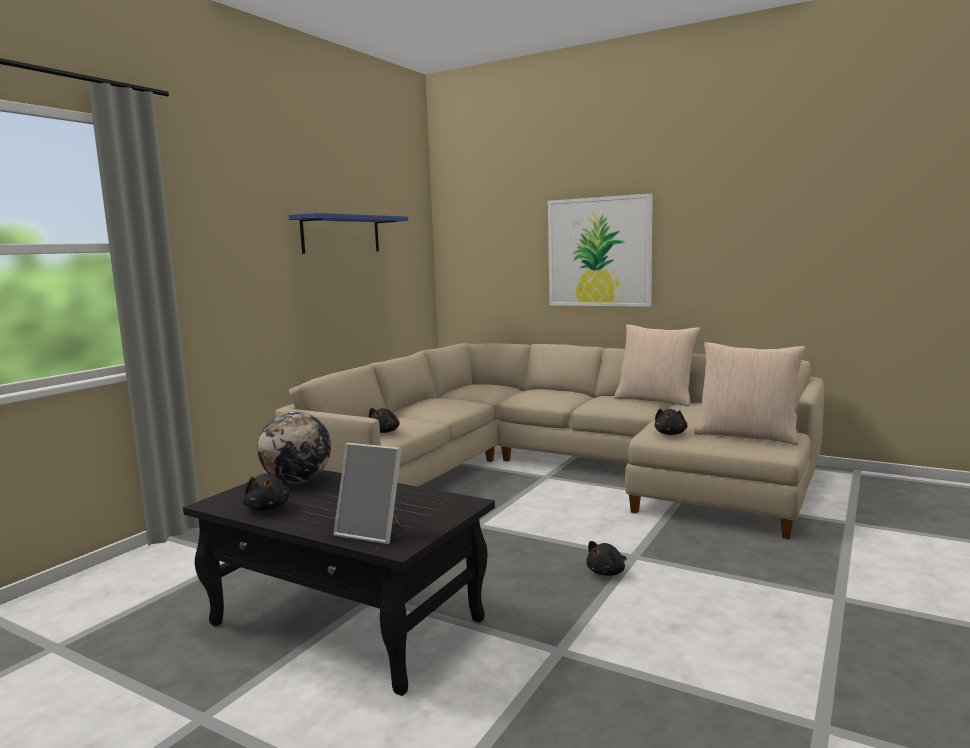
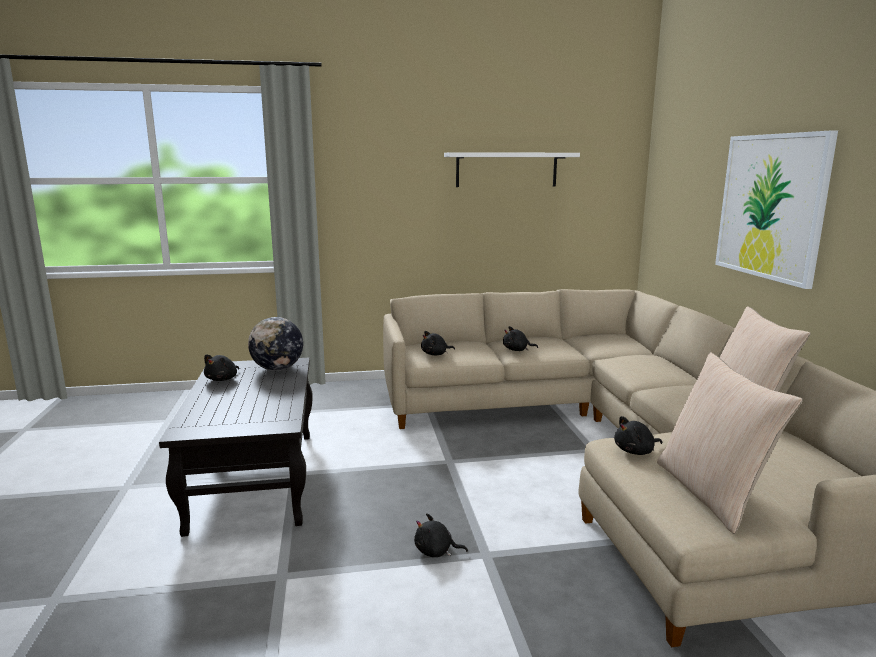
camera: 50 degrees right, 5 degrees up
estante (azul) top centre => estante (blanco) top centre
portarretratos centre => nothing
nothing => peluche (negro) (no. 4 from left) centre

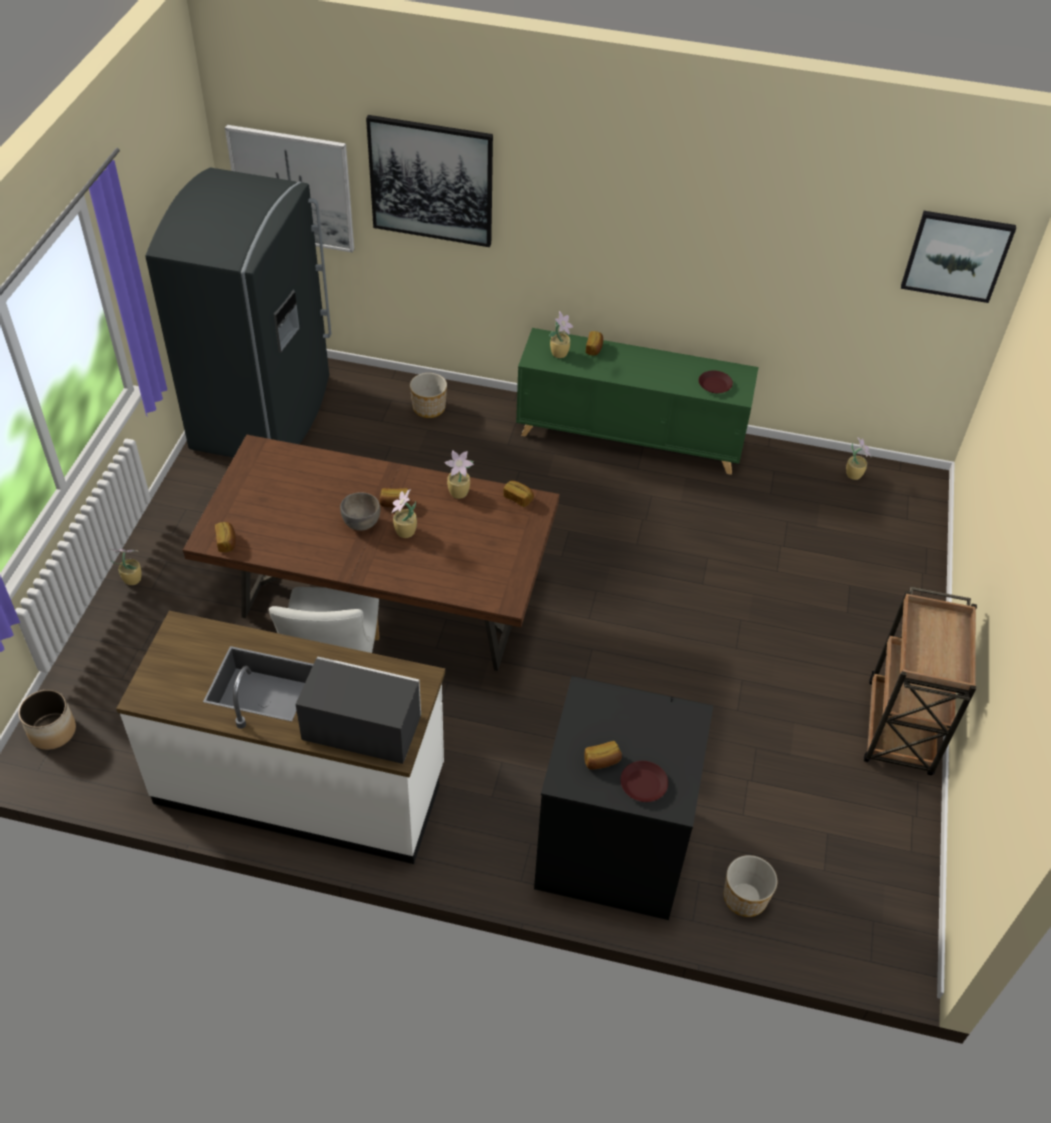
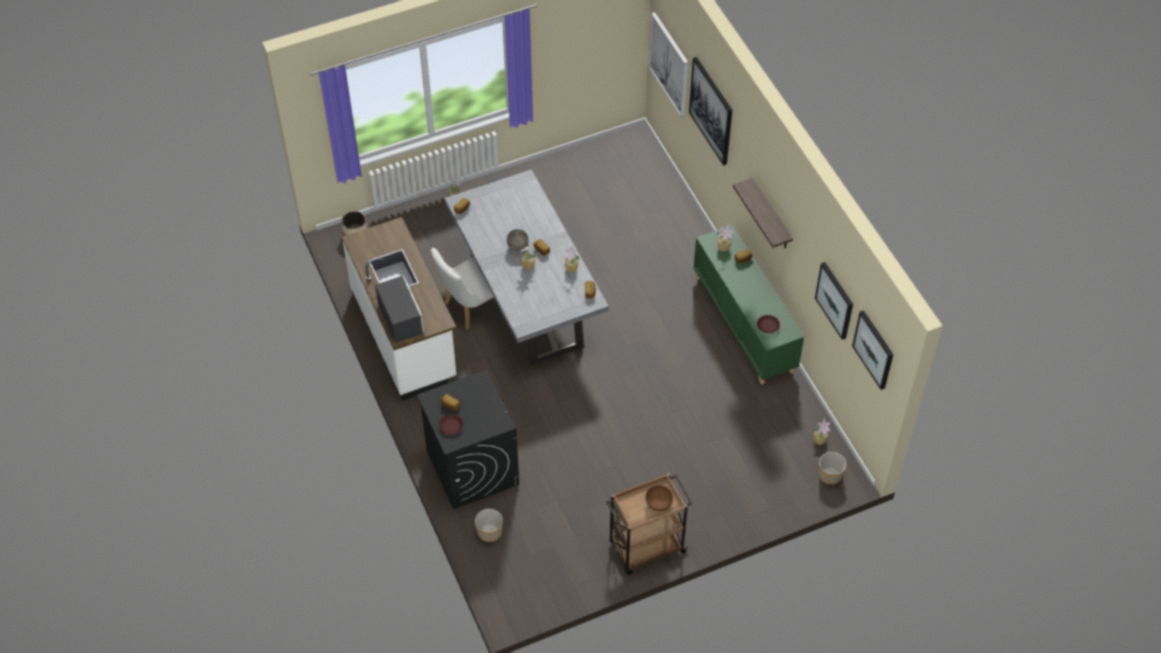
camera: 55 degrees right, 5 degrees up
nevera (gris) top left => nothing
mesa de comedor (marrón) centre => mesa de comedor (gris) centre
maceta (no. 2 from left in the first image) centre => maceta (no. 3 from left) bottom right, relocated
nothing => cuenco (marrón) bottom centre
nothing => estante top centre
nothing => cuadro (no. 3 from left) middle right

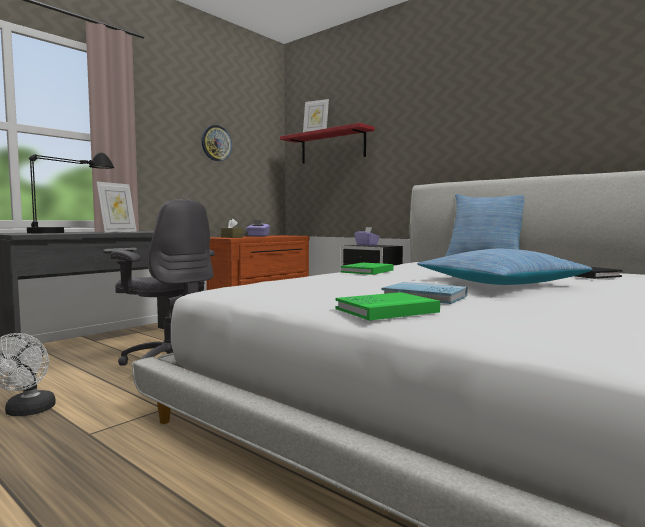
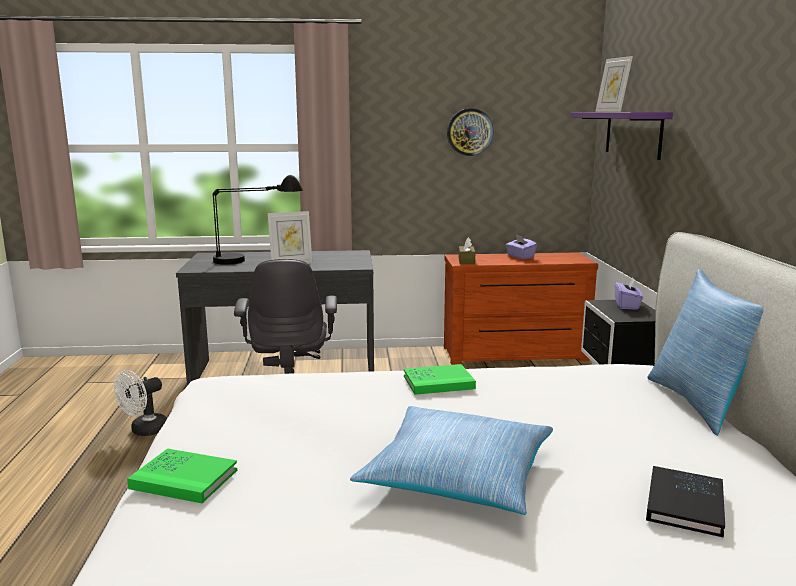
camera: 45 degrees right, 10 degrees up
estante (rojo) top centre => estante (morado) top right
libro (azul) centre => nothing

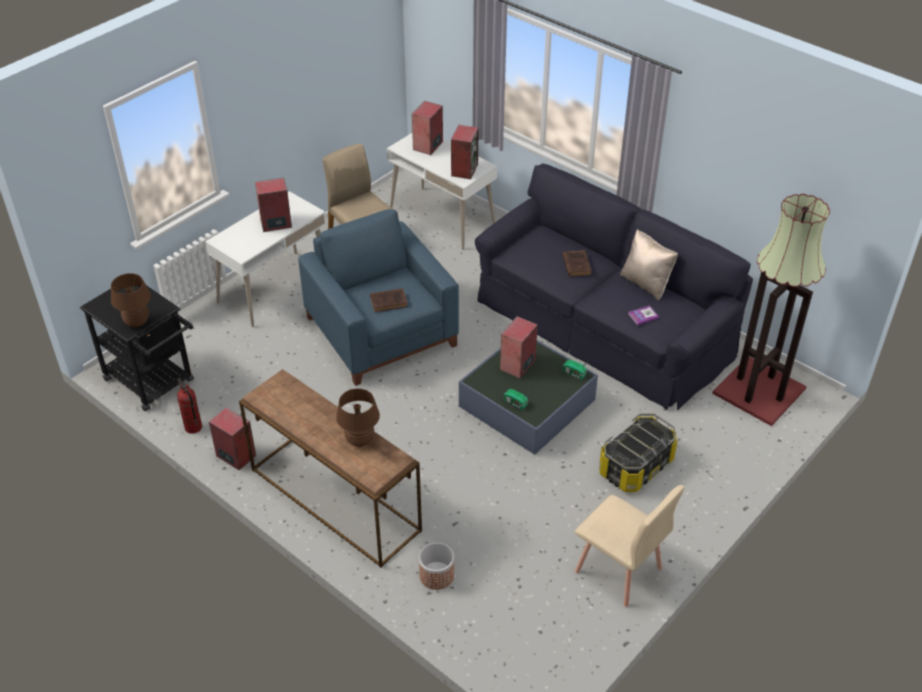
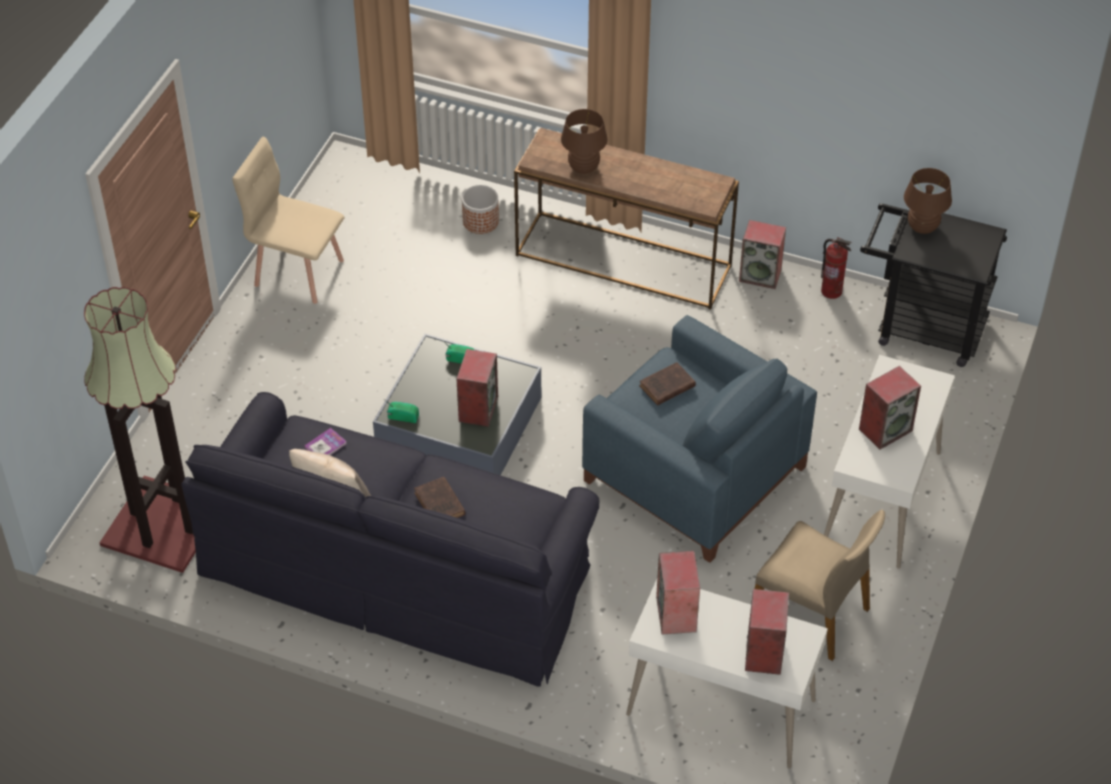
camera: 160 degrees right, 5 degrees up
caja de almacenaje middle right => nothing

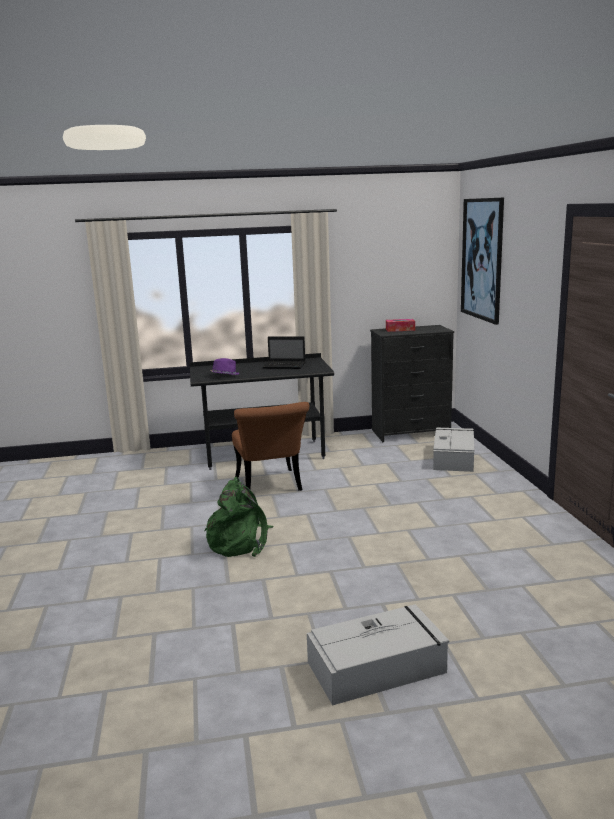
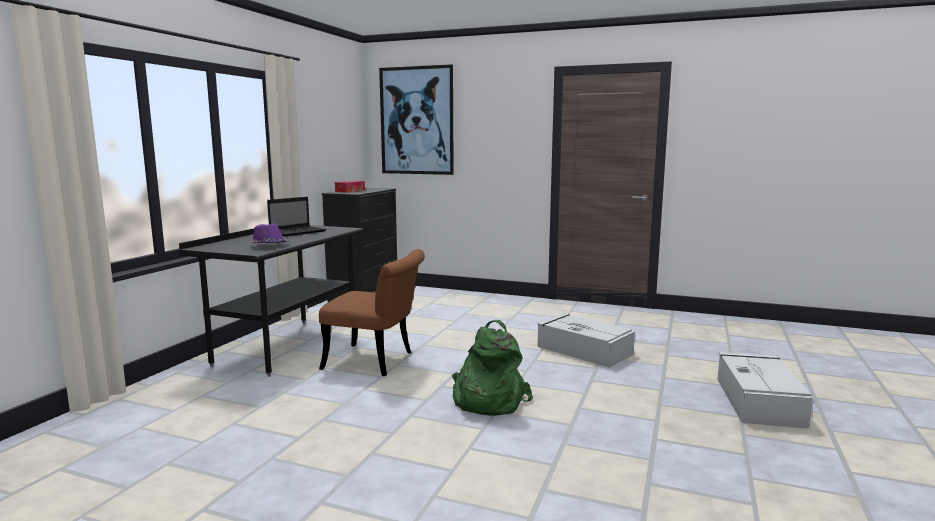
camera: 60 degrees left, 5 degrees down
caja de almacenaje (gris) (no. 2 from left in the first image) middle right => caja de almacenaje (gris) (no. 1 from left) centre, relocated

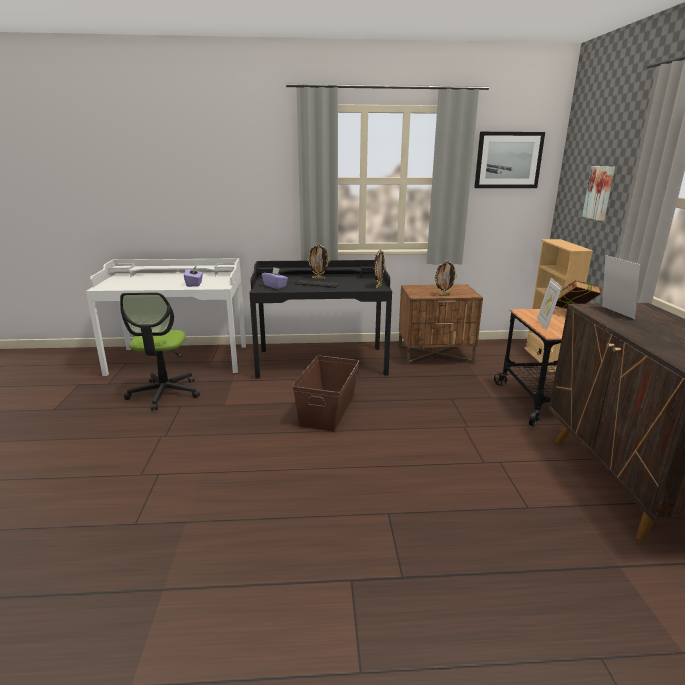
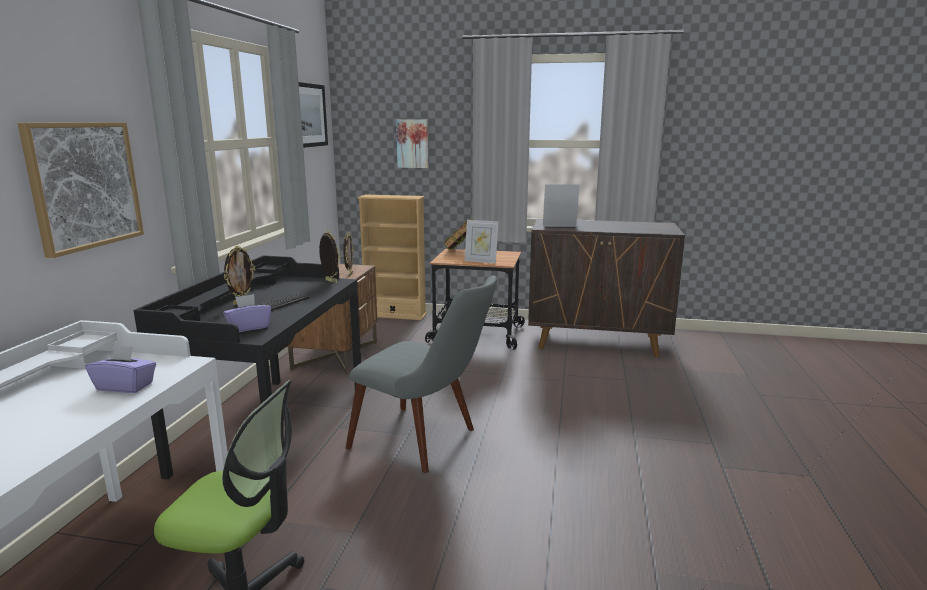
camera: 75 degrees left, 5 degrees down
caja de almacenaje (marrón) centre => silla (gris) centre
nothing => cuadro (no. 1 from left) top left

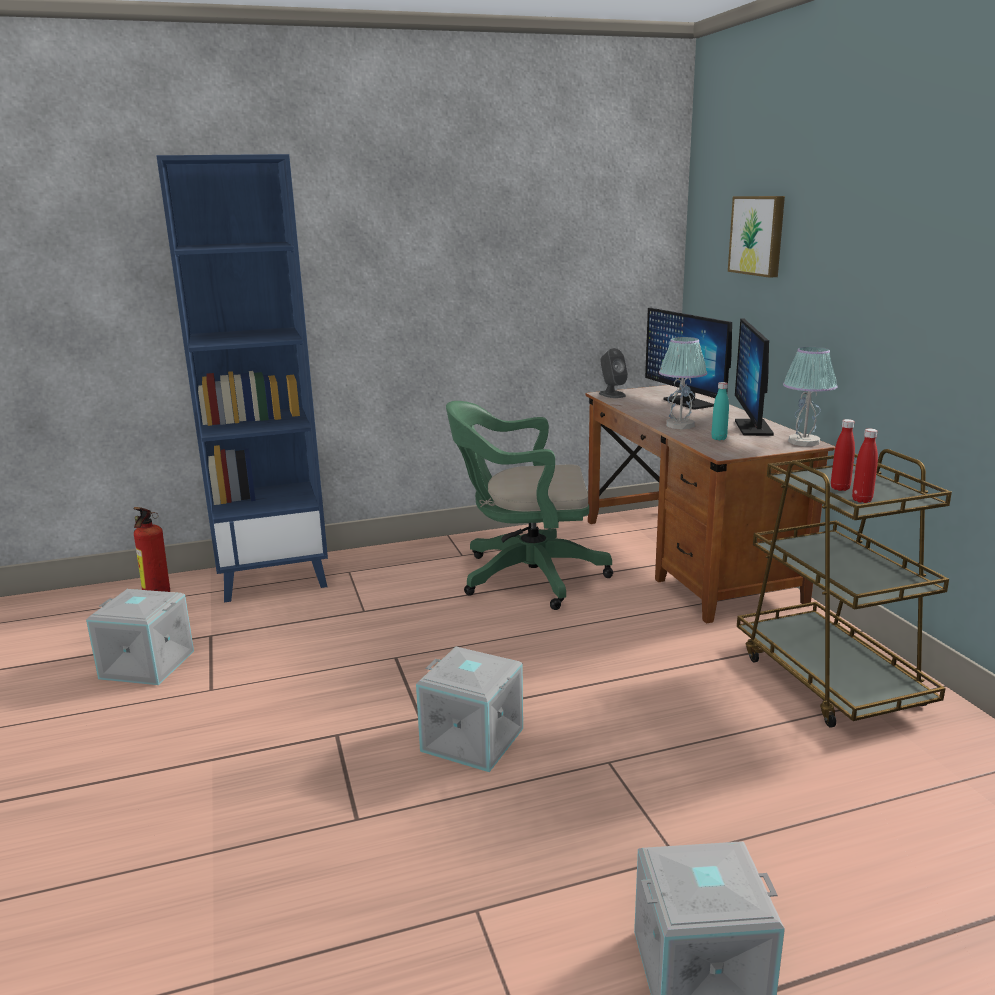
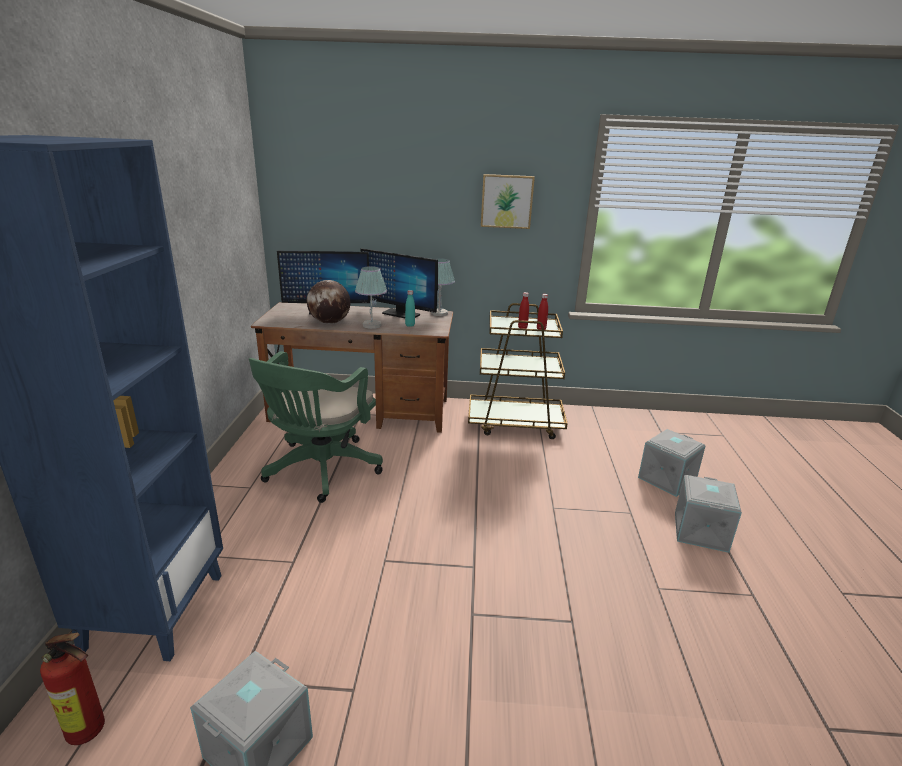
camera: 70 degrees left, 5 degrees up
caja de almacenaje (gris) (no. 2 from left) bottom centre => caja de almacenaje (gris) (no. 2 from left) middle right, relocated
altavoz (gris) centre => nothing
cuadro top right => cuadro top centre, relocated
nothing => globo terráqueo centre

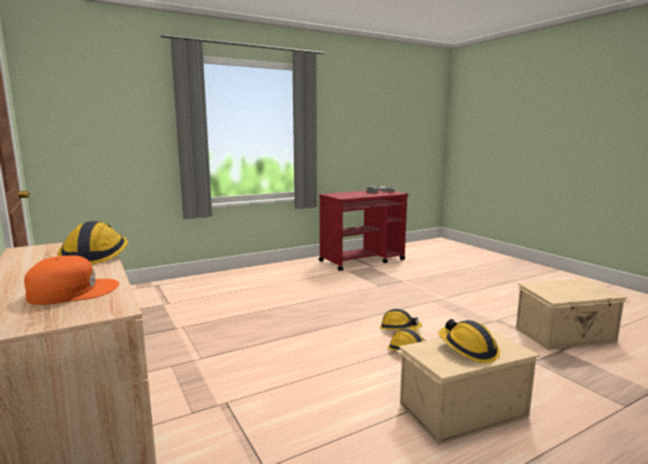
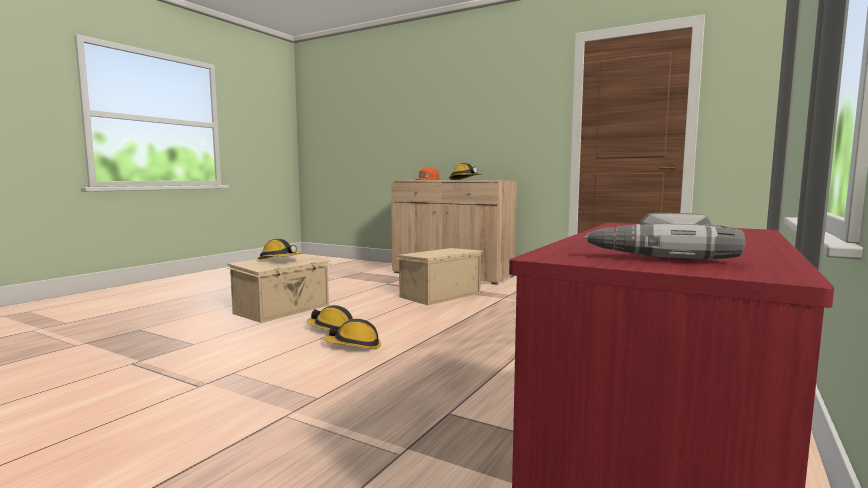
camera: 150 degrees right, 5 degrees down
caja de almacenaje (beis) (no. 2 from left) bottom right => caja de almacenaje (beis) (no. 2 from left) centre, relocated

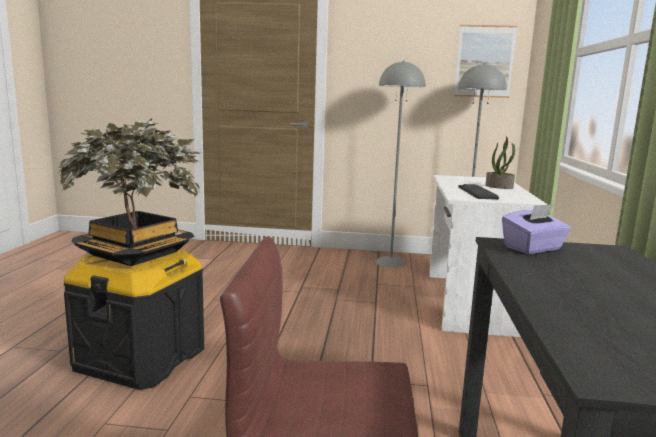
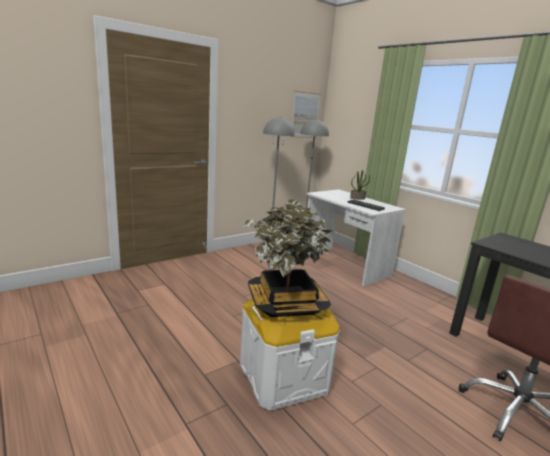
camera: 45 degrees left, 5 degrees up
caja de almacenaje (negro) bottom left => caja de almacenaje (blanco) bottom centre
caja de pañuelos (morado) middle right => nothing

